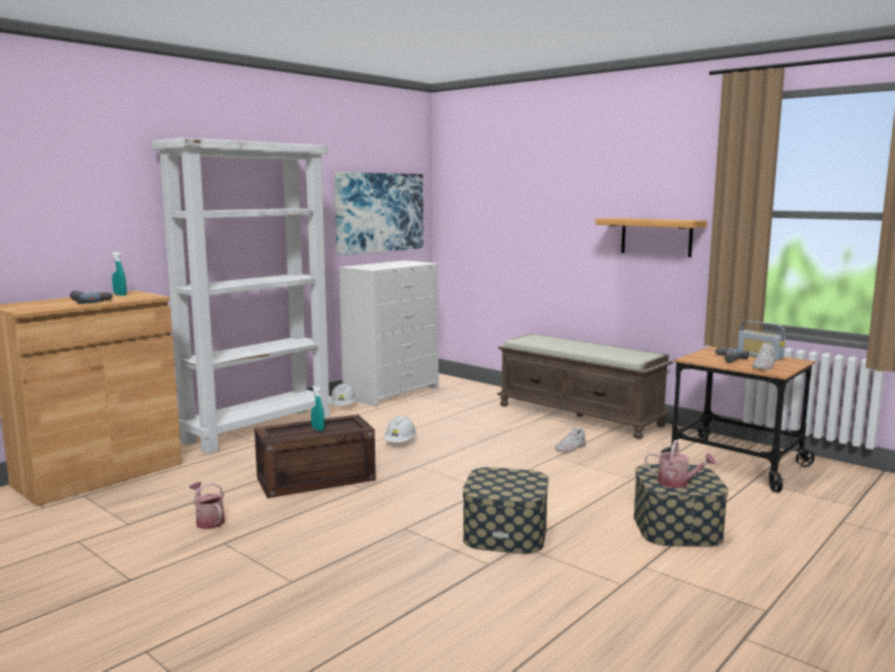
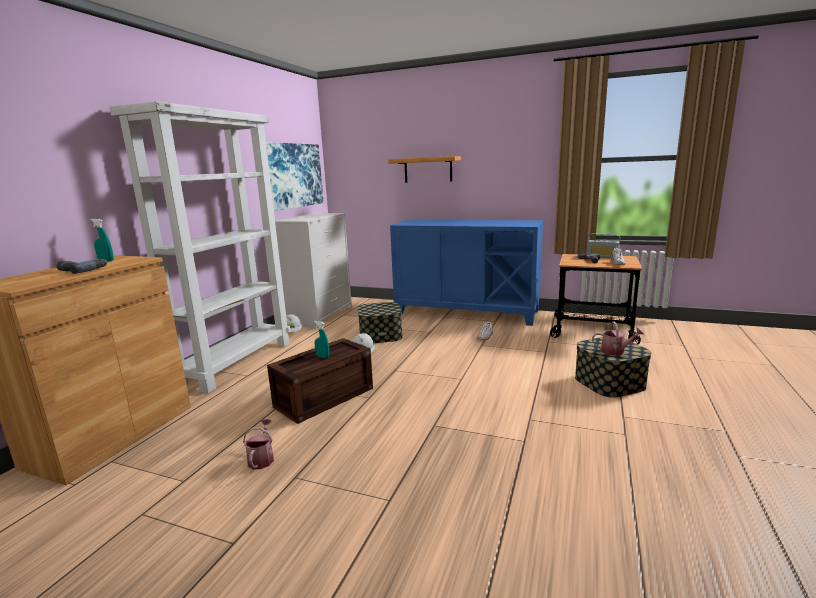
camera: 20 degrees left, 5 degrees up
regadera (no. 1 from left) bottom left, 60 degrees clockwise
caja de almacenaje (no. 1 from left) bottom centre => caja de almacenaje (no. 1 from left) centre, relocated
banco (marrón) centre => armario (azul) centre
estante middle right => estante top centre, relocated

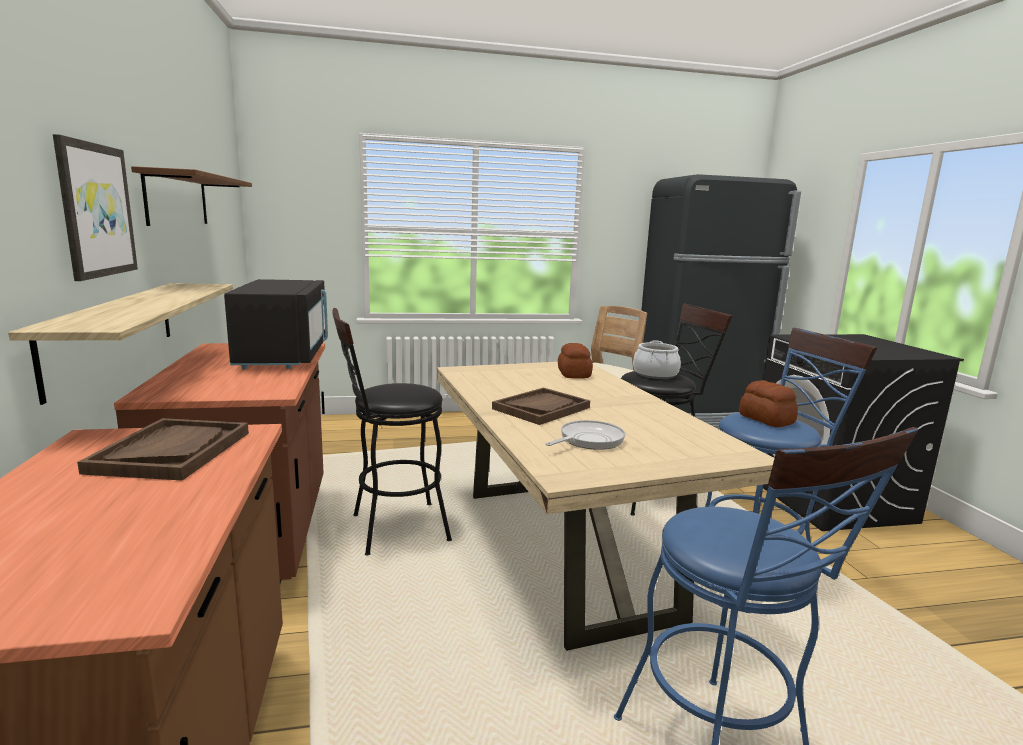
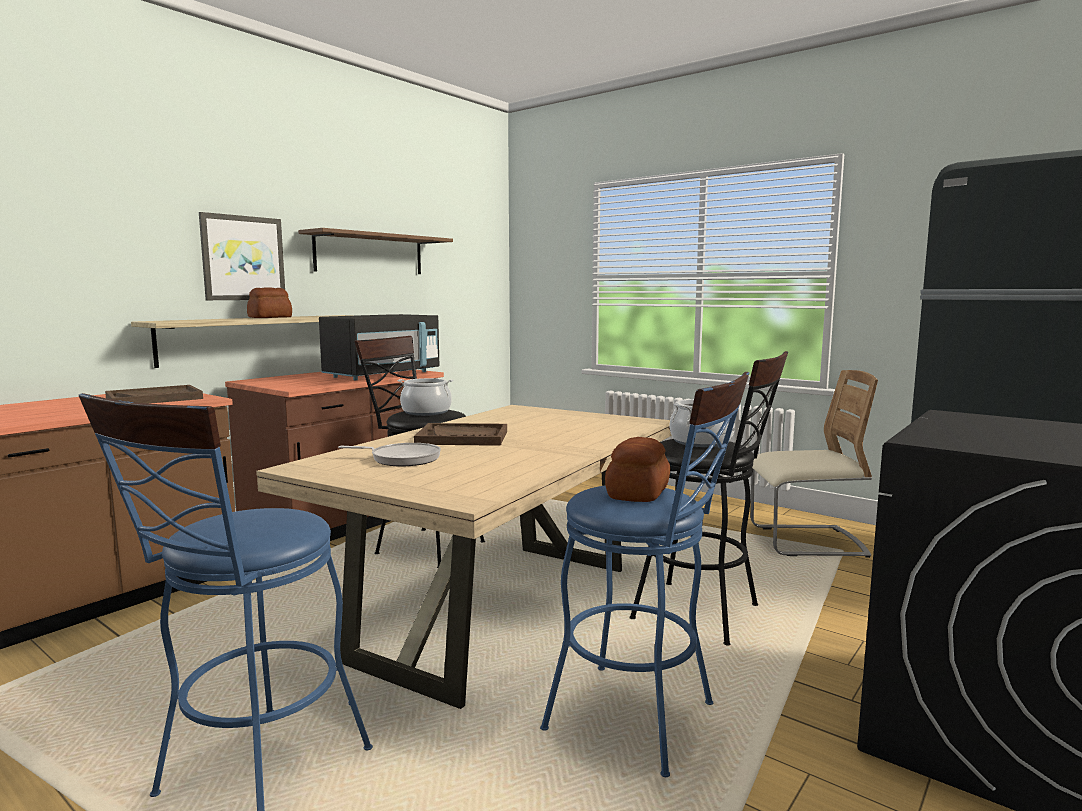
camera: 50 degrees right, 5 degrees down
pan (no. 1 from left) centre => pan (no. 1 from left) middle left, relocated
nothing => olla (no. 1 from left) centre

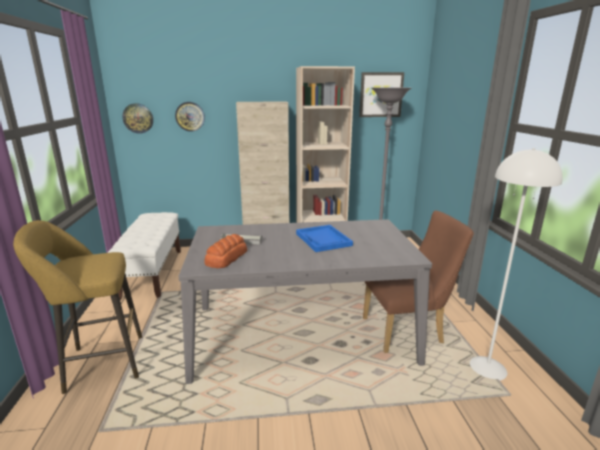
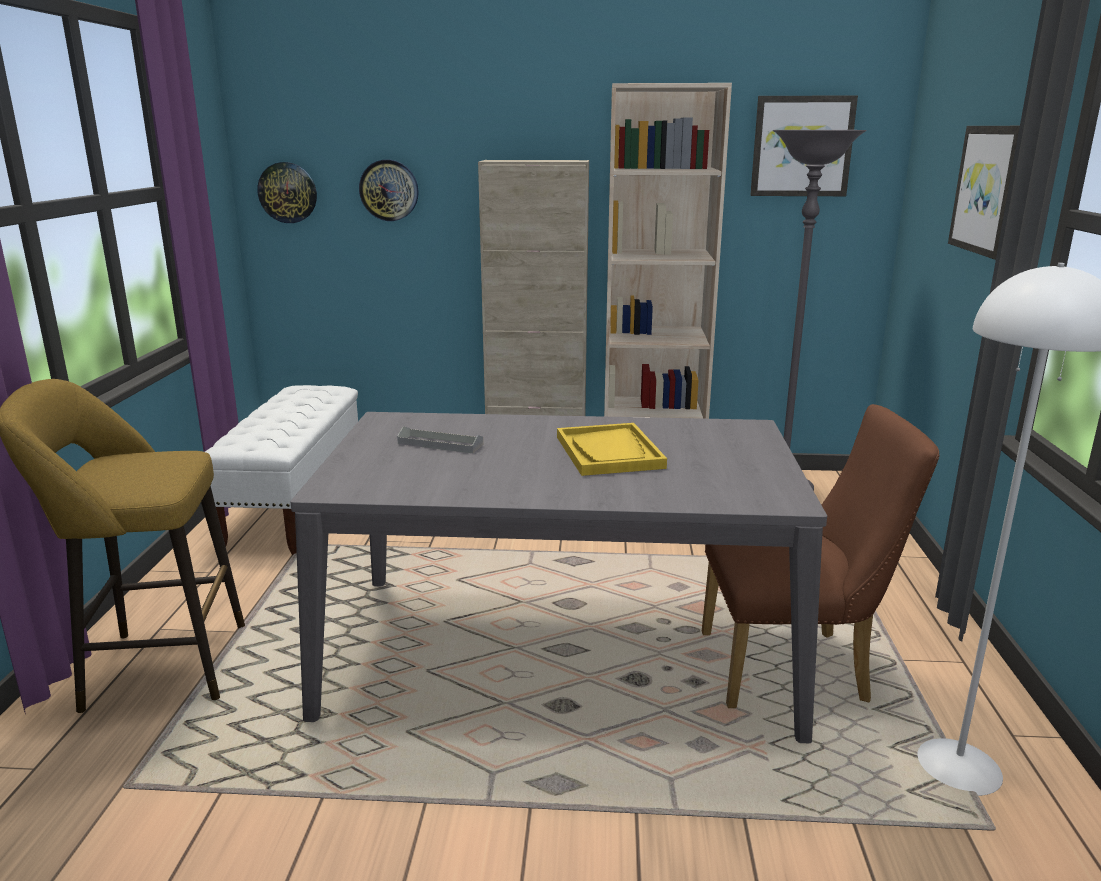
camera: 10 degrees right, 0 degrees up
pan centre => nothing
bandeja (azul) centre => bandeja (amarillo) centre
nothing => cuadro (no. 2 from left) top right

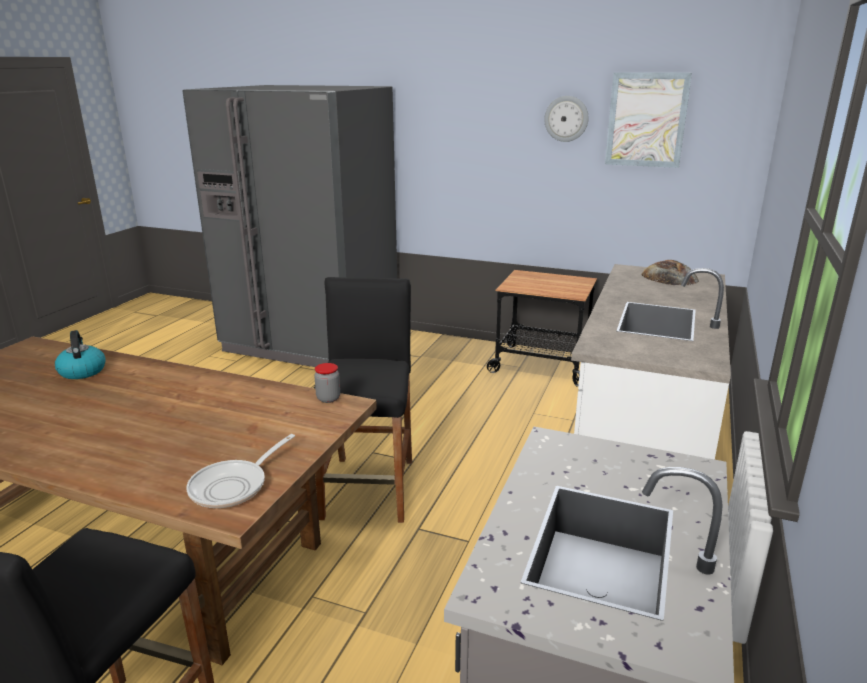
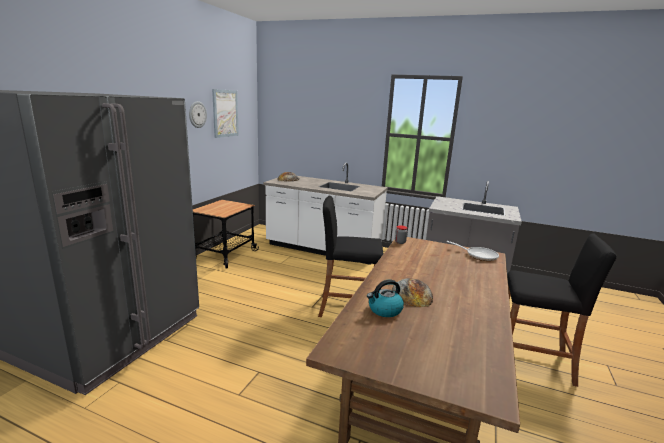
camera: 90 degrees left, 5 degrees down
nothing => pan (no. 2 from left) centre

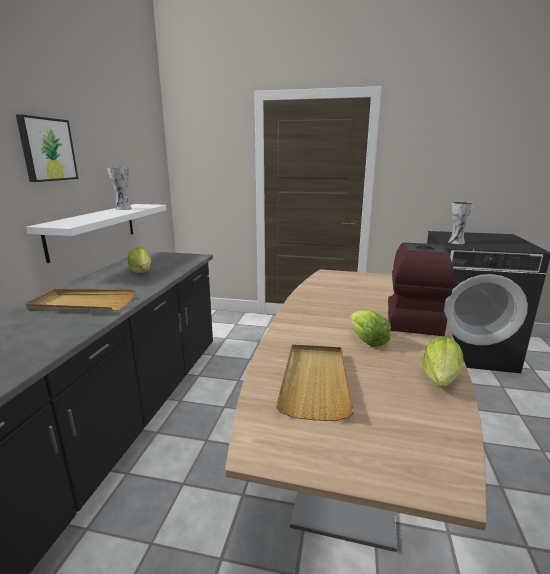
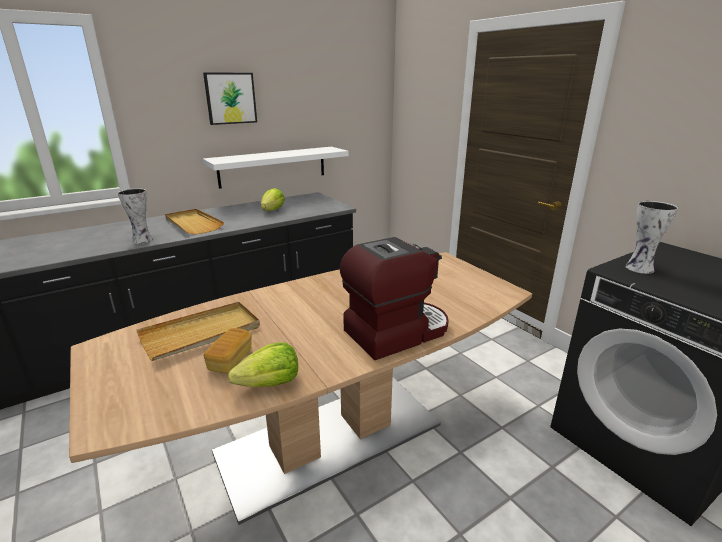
camera: 45 degrees right, 5 degrees up
florero (no. 1 from left) top left => florero (no. 1 from left) middle left, relocated
lechuga (no. 2 from left) middle right => nothing
nothing => pan middle left

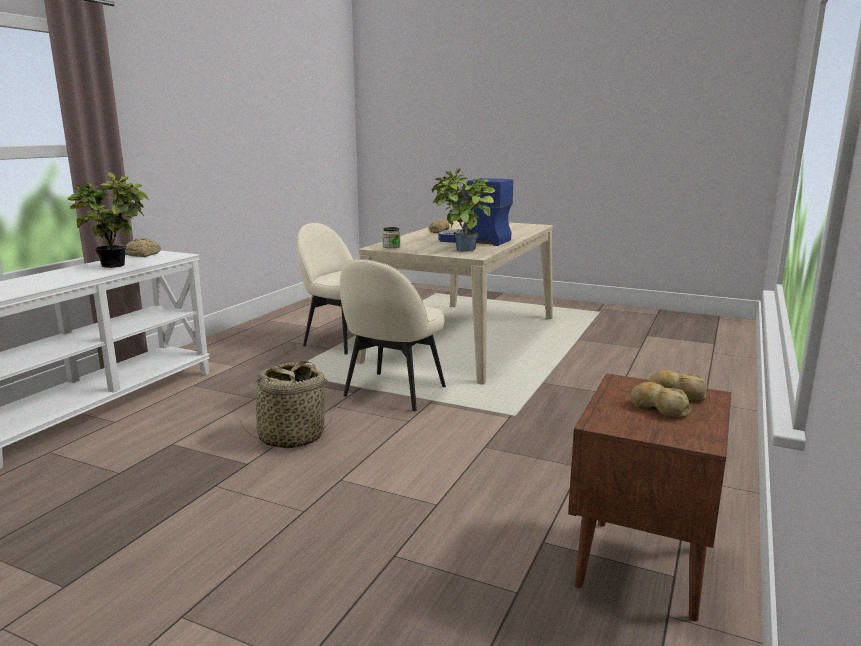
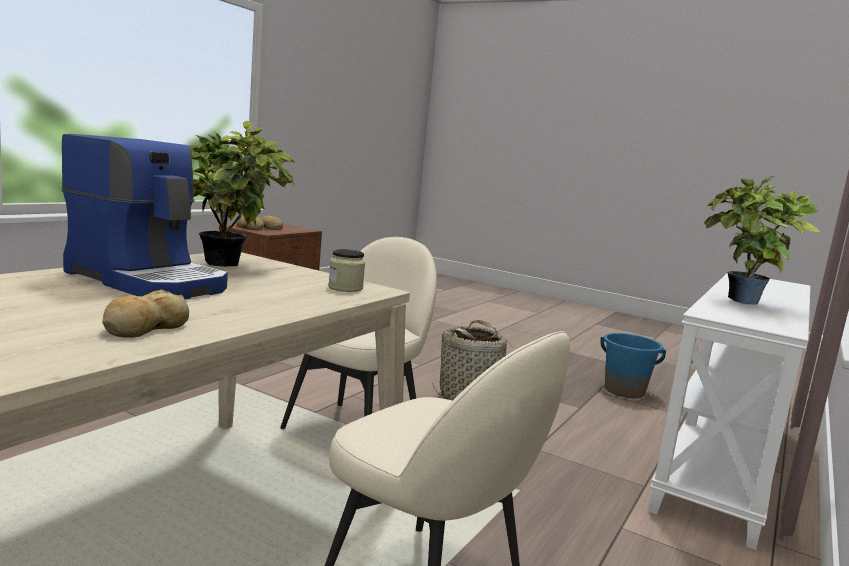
camera: 175 degrees left, 5 degrees down
pan (no. 1 from left) middle left => nothing
nothing => cubo (azul) middle right

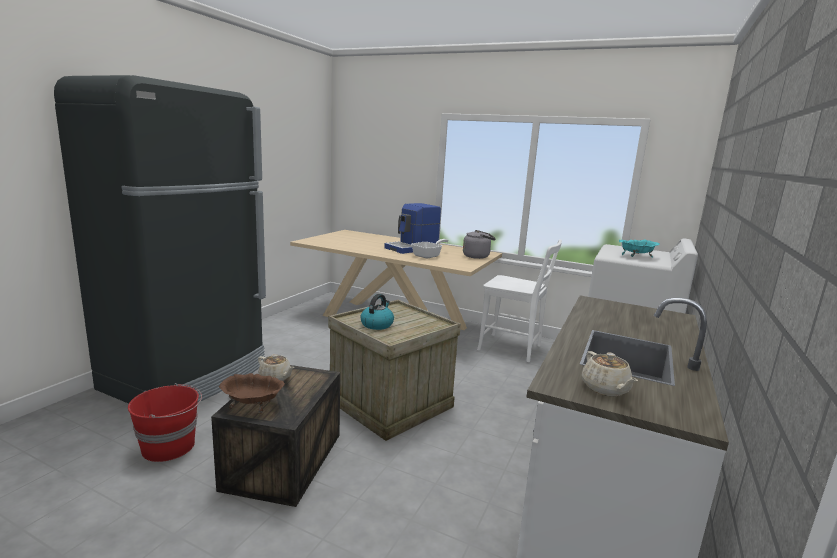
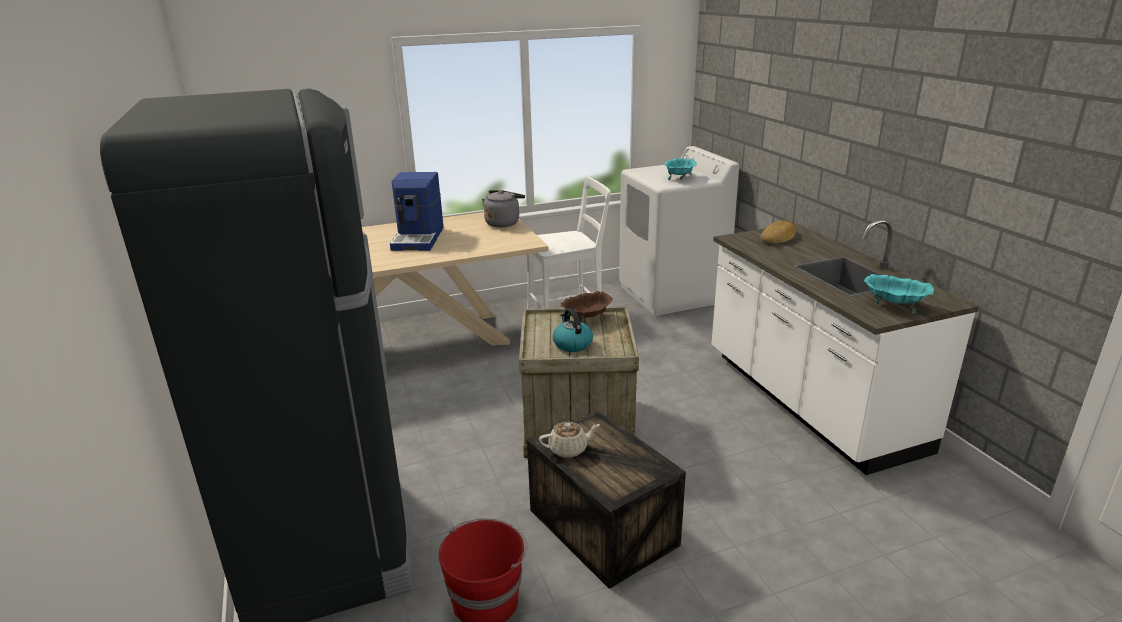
camera: 45 degrees left, 10 degrees up
cuenco (marrón) bottom left => cuenco (marrón) centre, relocated
sartén centre => nothing
tetera (beis) (no. 2 from left) bottom right => cuenco (turquesa) (no. 2 from left) middle right
nothing => pan middle right

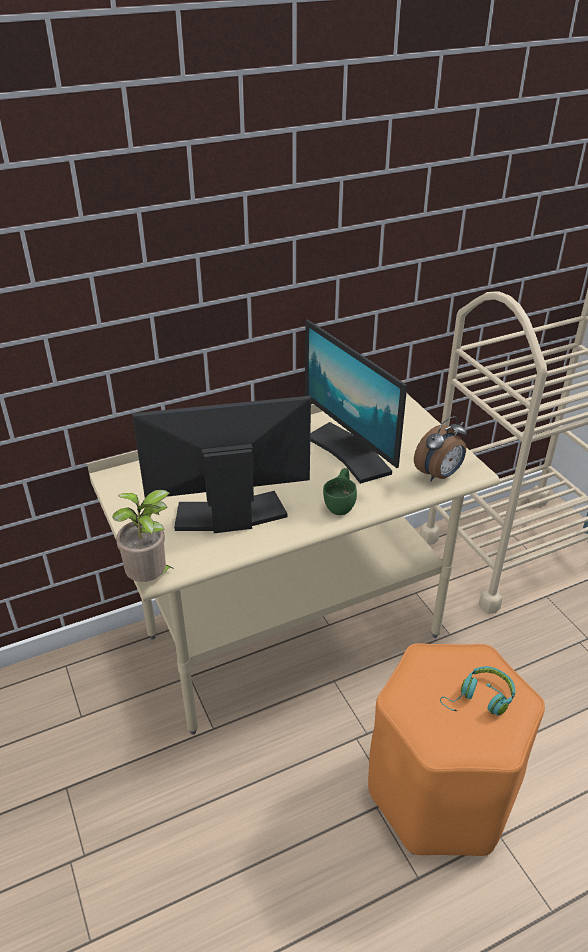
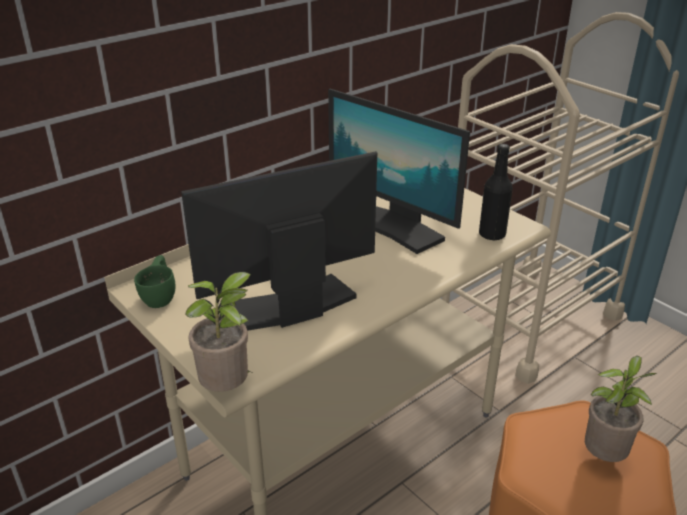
camera: 15 degrees left, 5 degrees down
taza (verde) centre => taza (verde) middle left, relocated
despertador middle right => botella (negro) middle right
auriculares (turquesa) bottom right => planta en maceta (no. 2 from left) bottom right

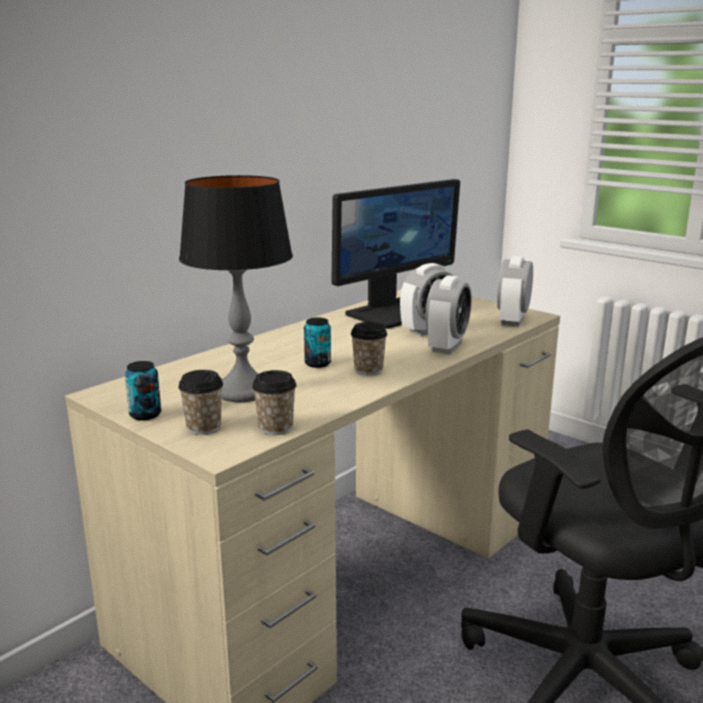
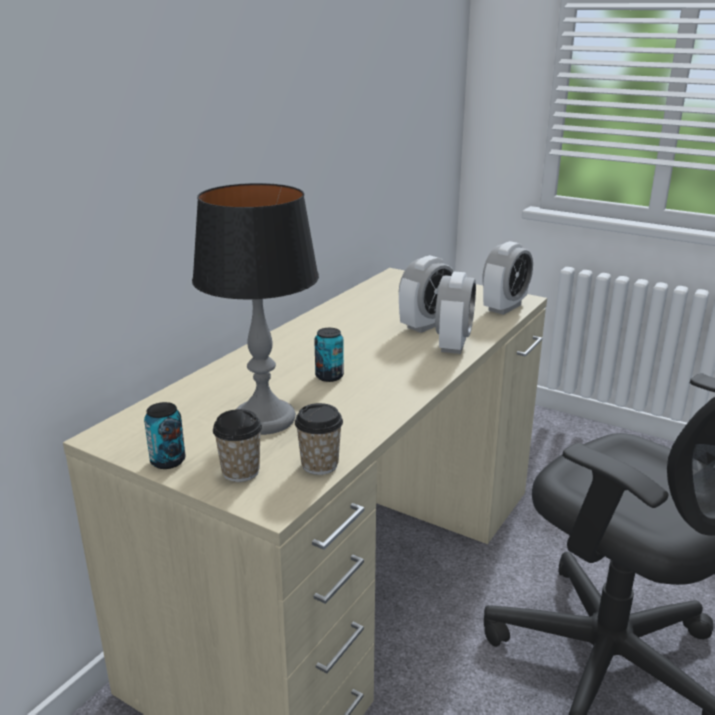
camera: 10 degrees left, 5 degrees up
monitor centre => nothing
taza (no. 3 from left) centre => nothing
despertador (no. 3 from left) middle right, 150 degrees counterclockwise

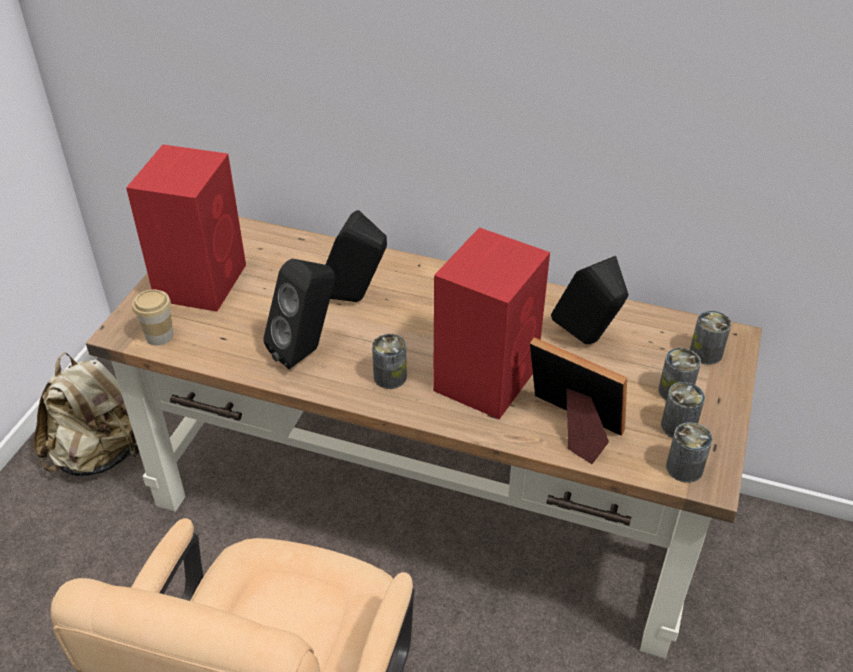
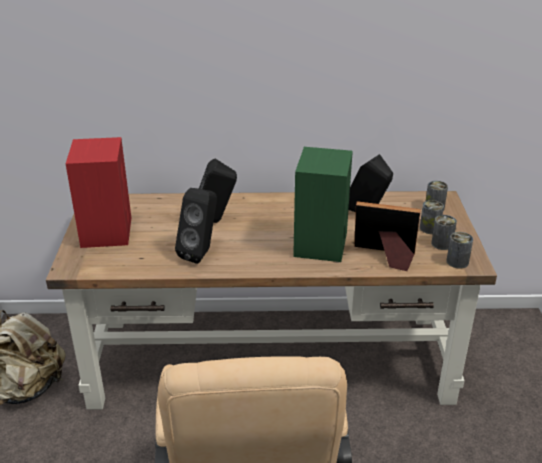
camera: 20 degrees left, 10 degrees down
taza middle left => nothing
lata (no. 1 from left) centre => nothing
altavoz (rojo) (no. 2 from left) centre => altavoz (verde) centre

